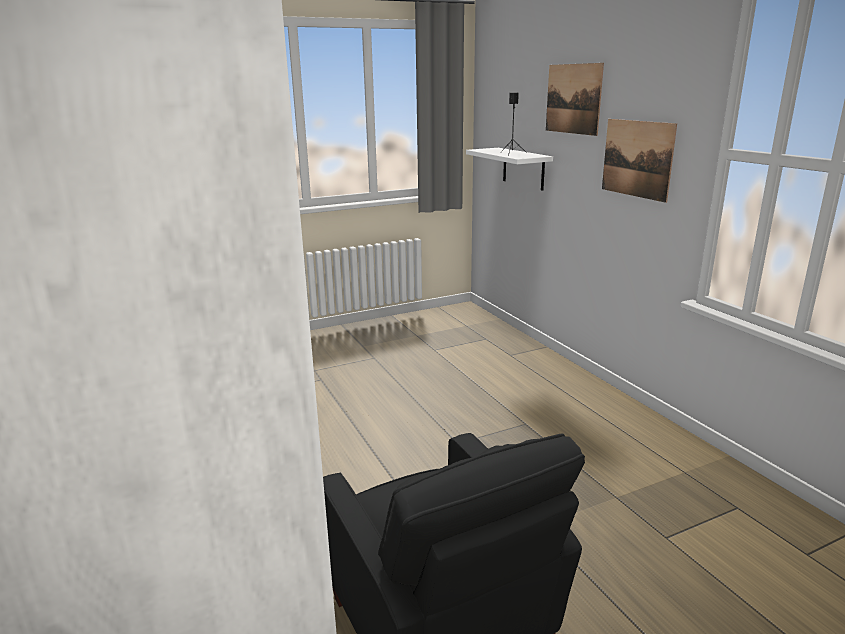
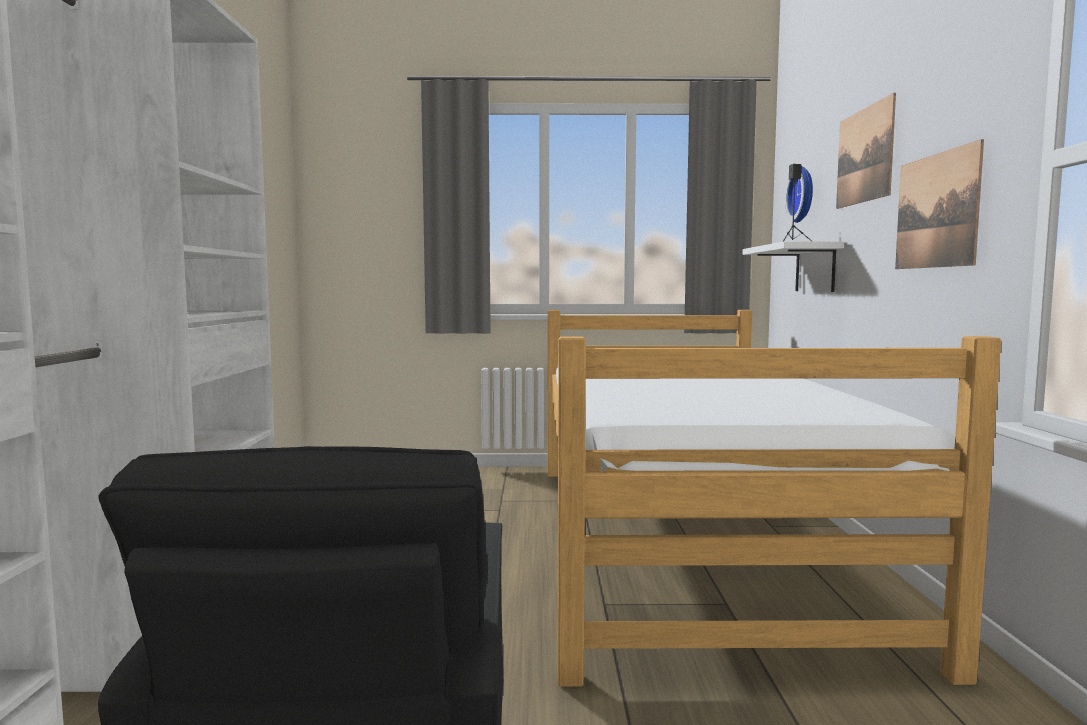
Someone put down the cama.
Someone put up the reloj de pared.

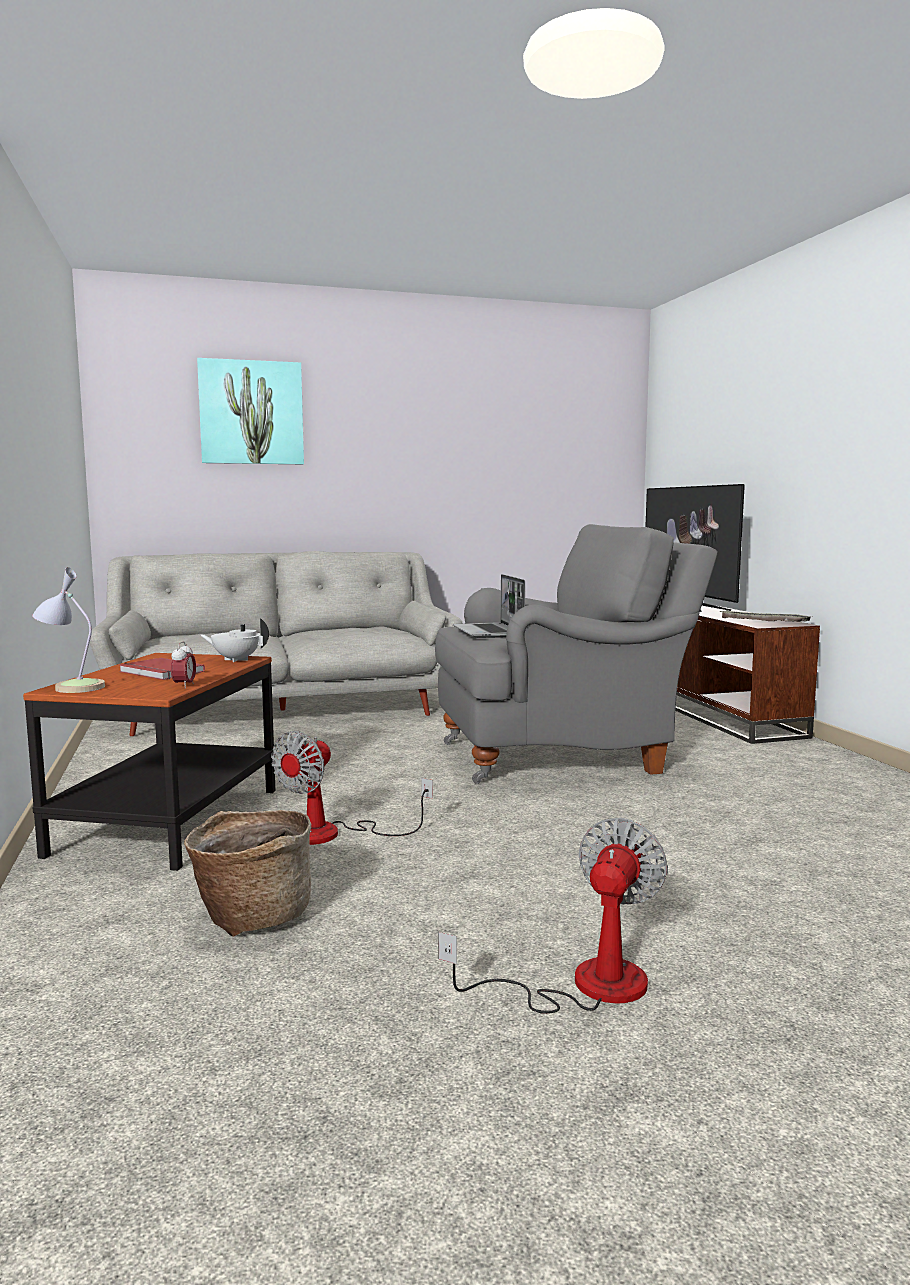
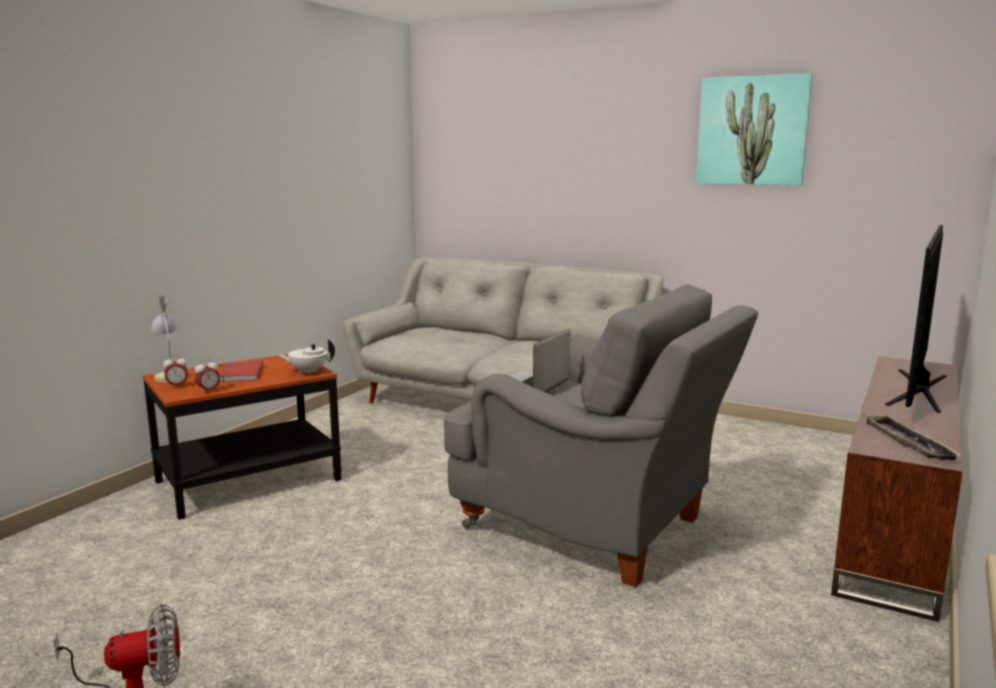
Someone took away the cesta.
Someone carried the cuadro.
Someone rotated the tetera (blanco) by 60 degrees counterclockwise.
Someone took away the ventilador (1st from left).
Someone put down the despertador (1st from left).

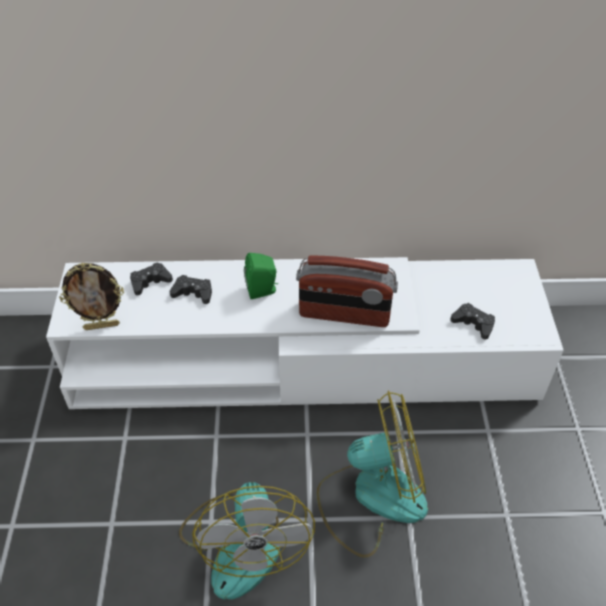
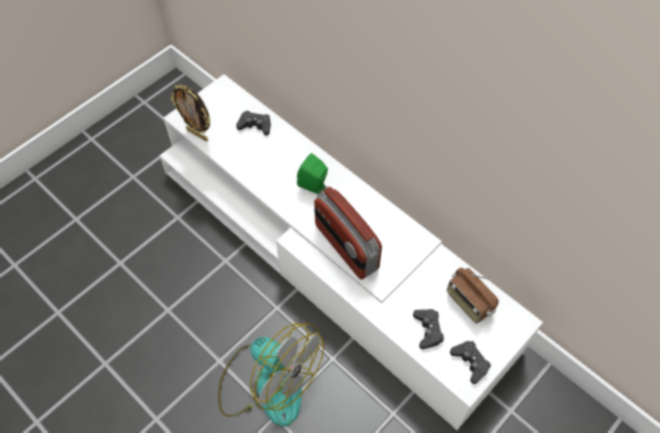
Someone carried the mando de consola (negro) (2nd from left in the first image).
Someone took away the ventilador (1st from left).
Someone put down the radio (2nd from left).

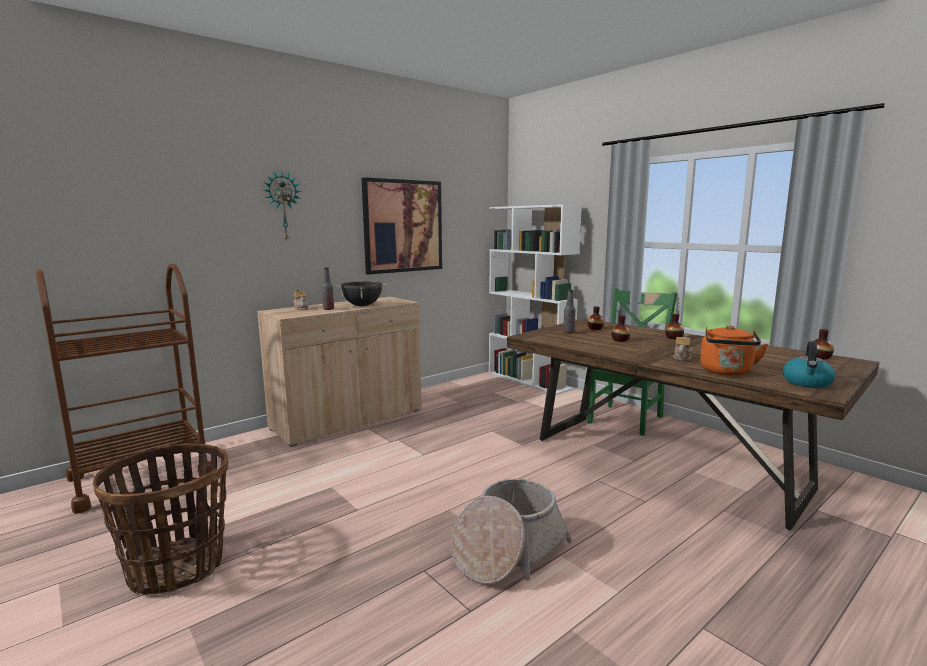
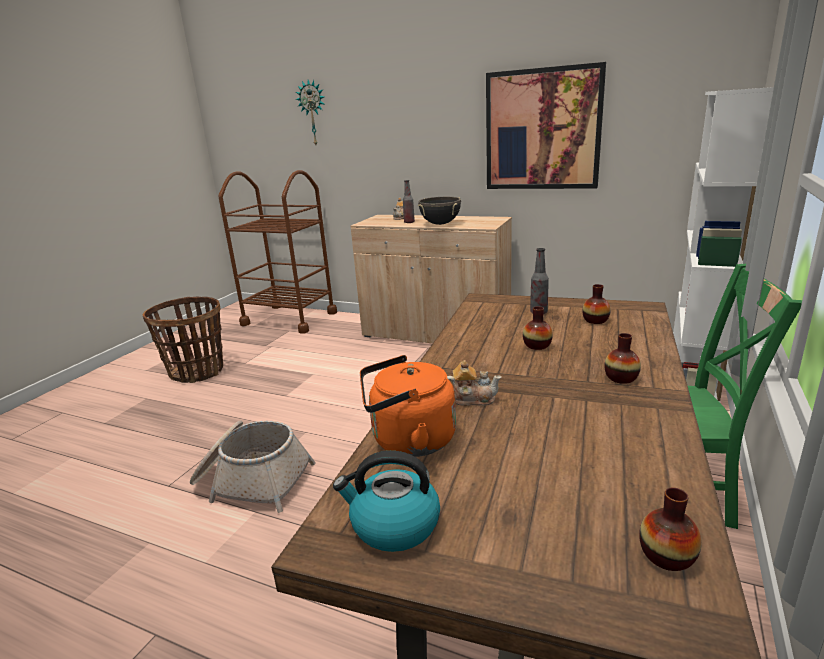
Someone carried the reloj de pared.

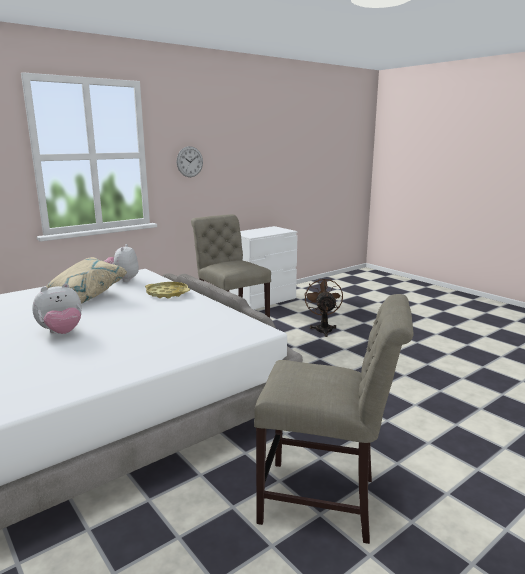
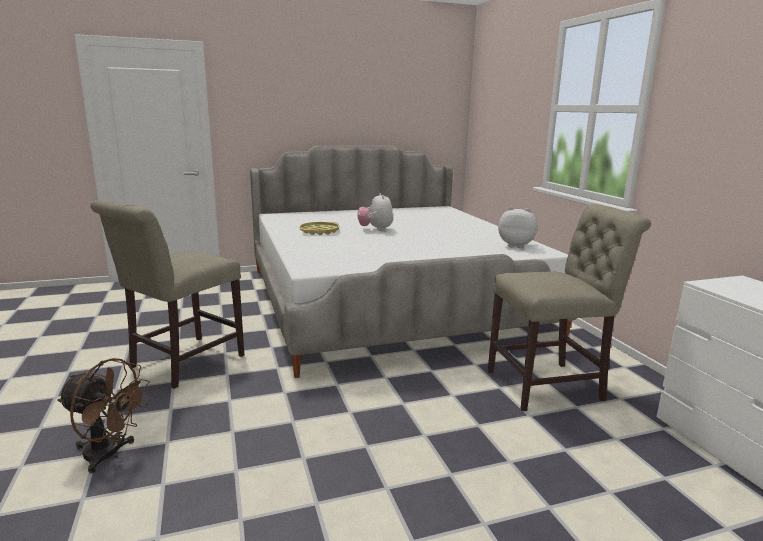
Someone took away the cojín (beis).
Someone carried the bandeja (amarillo).
Someone took away the reloj de pared.
Someone carried the ventilador (marrón).

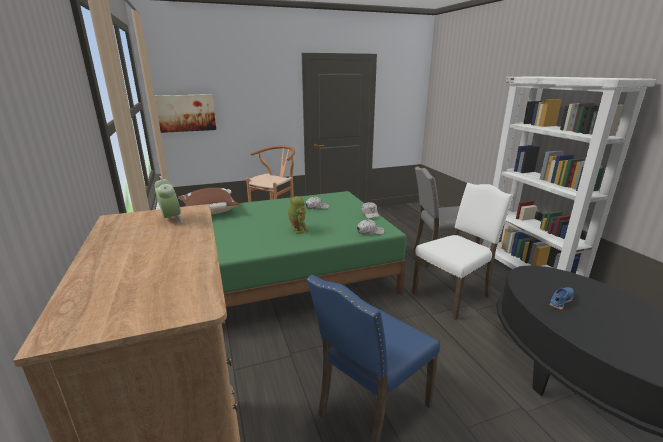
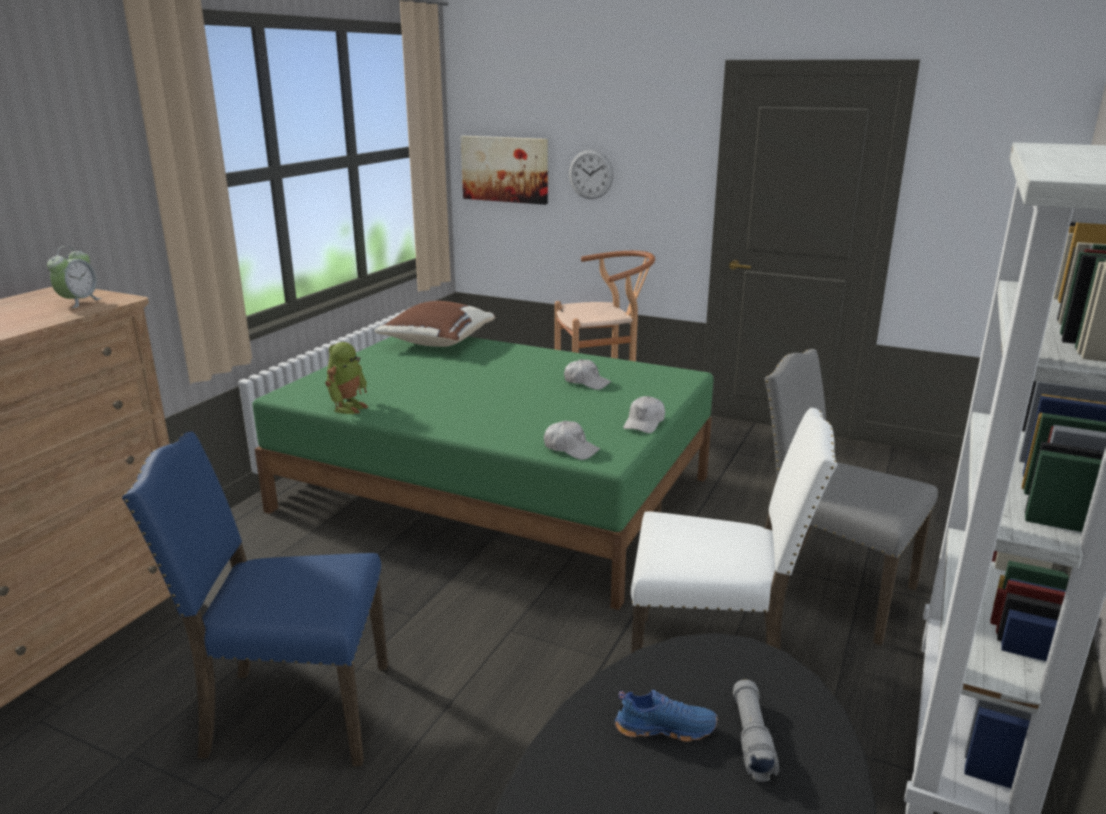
Someone carried the robot de juguete.
Someone put up the reloj de pared.
Someone put down the linterna (gris).

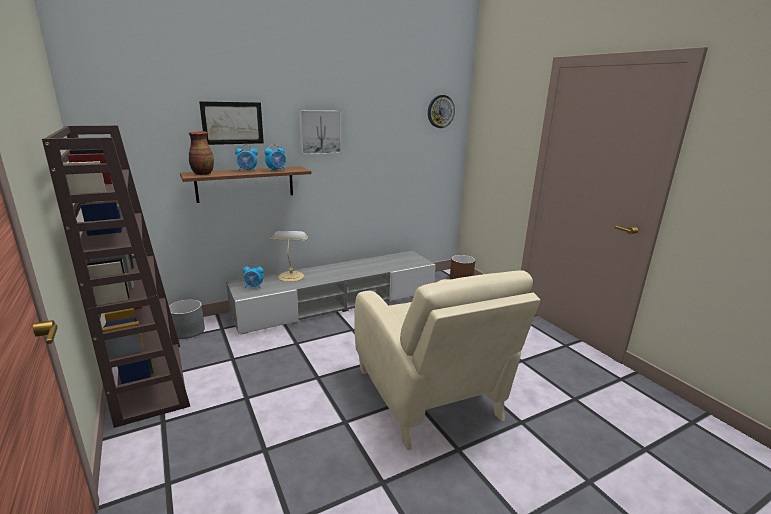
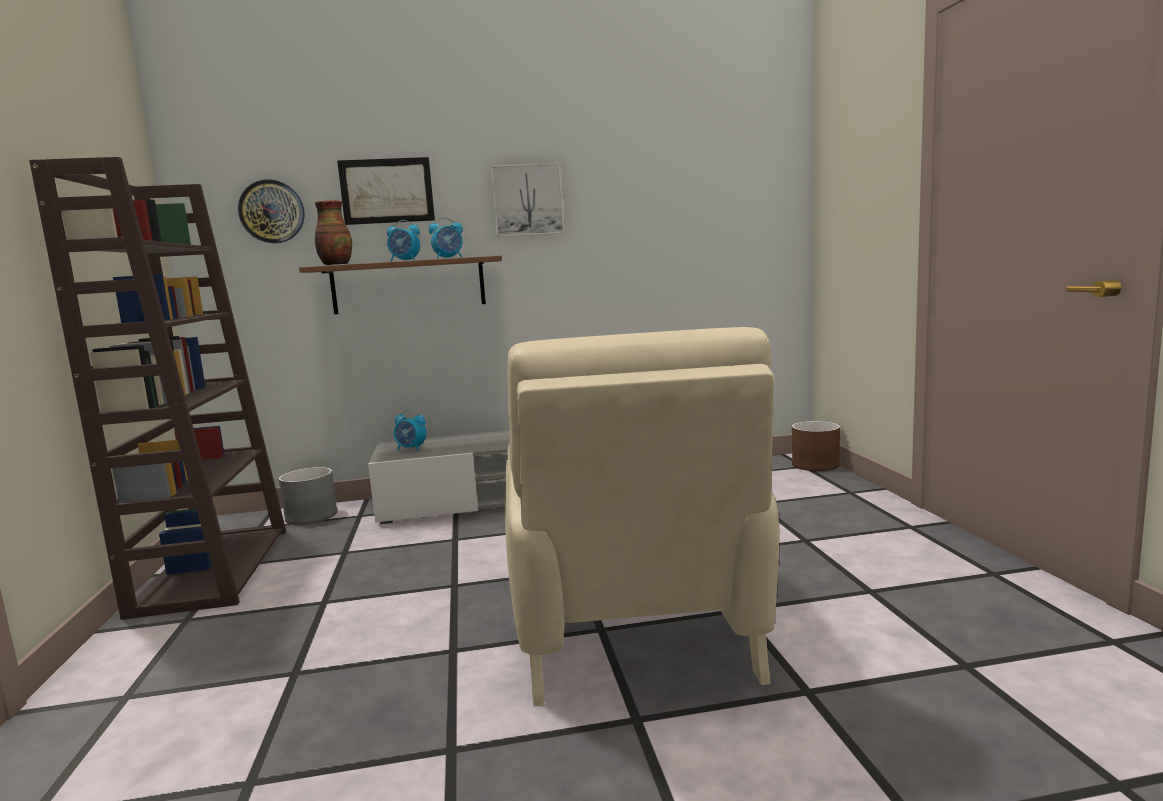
Someone took away the lámpara de mesa.
Someone carried the reloj de pared.

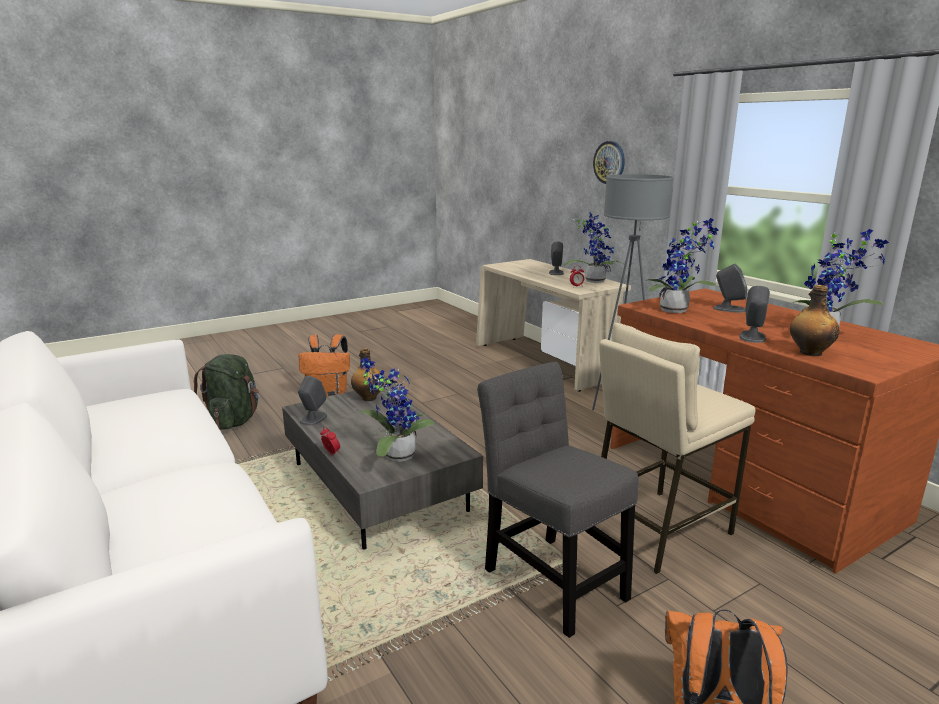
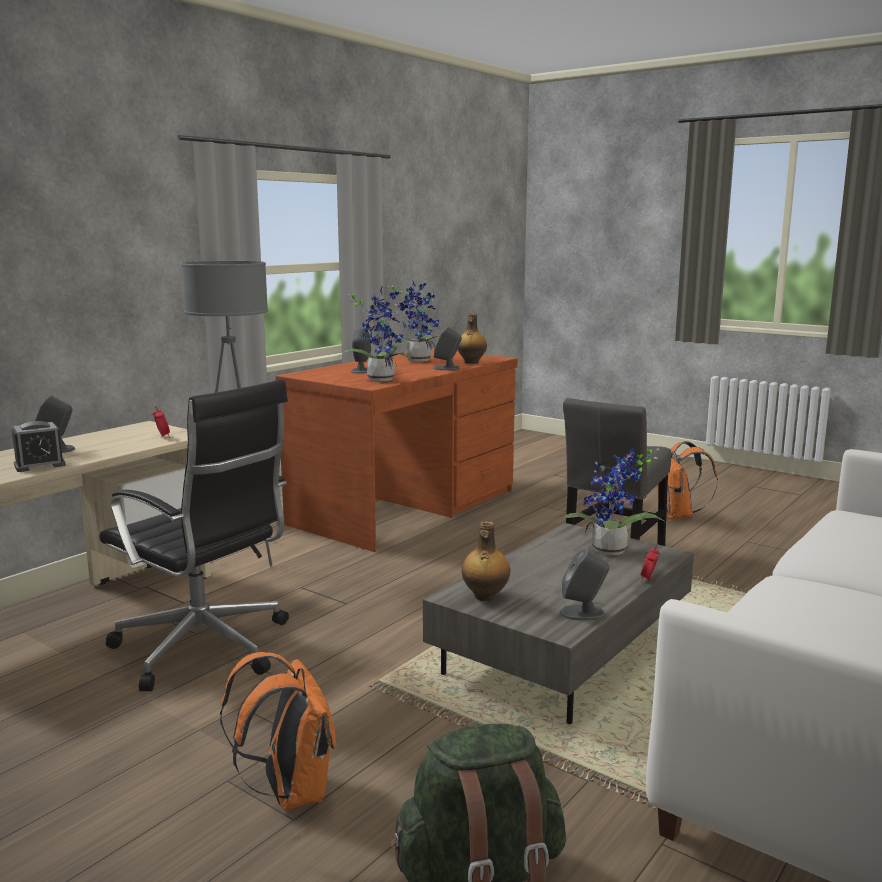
Someone took away the planta en maceta (2nd from left).
Someone took away the reloj de pared.
Someone took away the taburete (beis).
Someone put down the despertador (1st from left).
Someone put down the silla de oficina (negro).

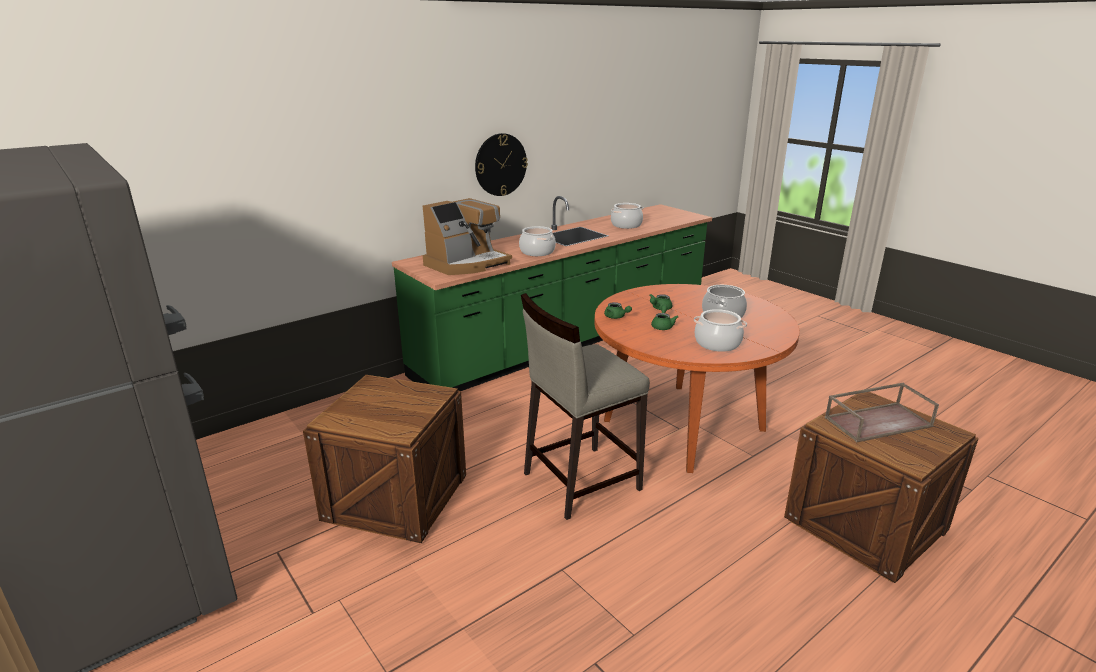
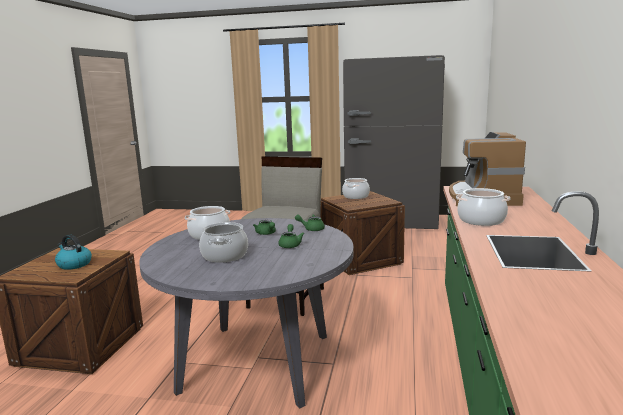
Someone took away the reloj de pared.
Someone repainted the mesa de comedor (naranja), which became the mesa de comedor (gris).
Someone carried the olla (2nd from left in the first image).
Someone swapped the bandeja (marrón) for the hervidor.

